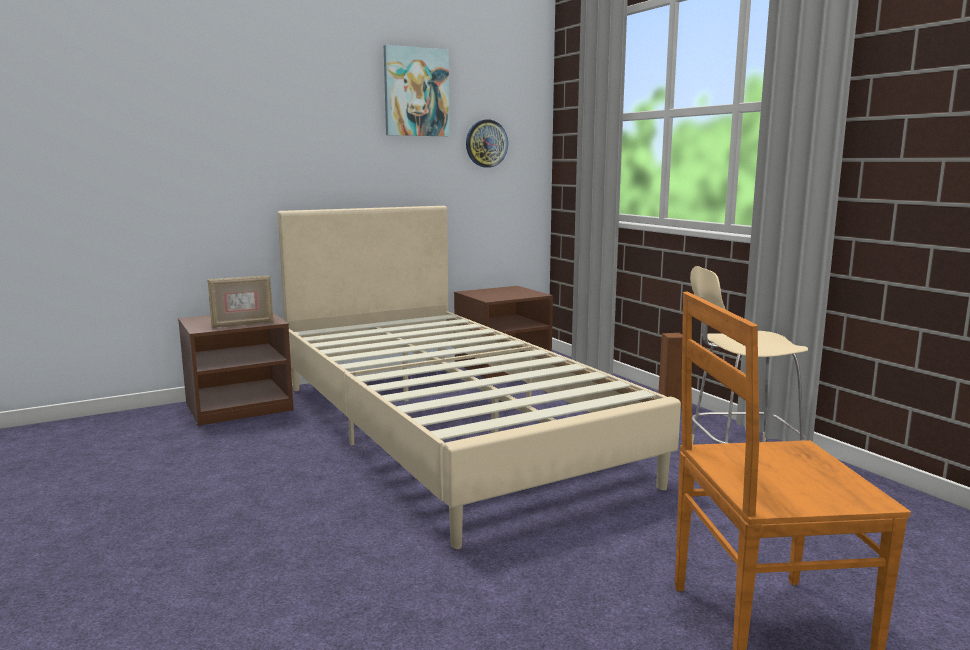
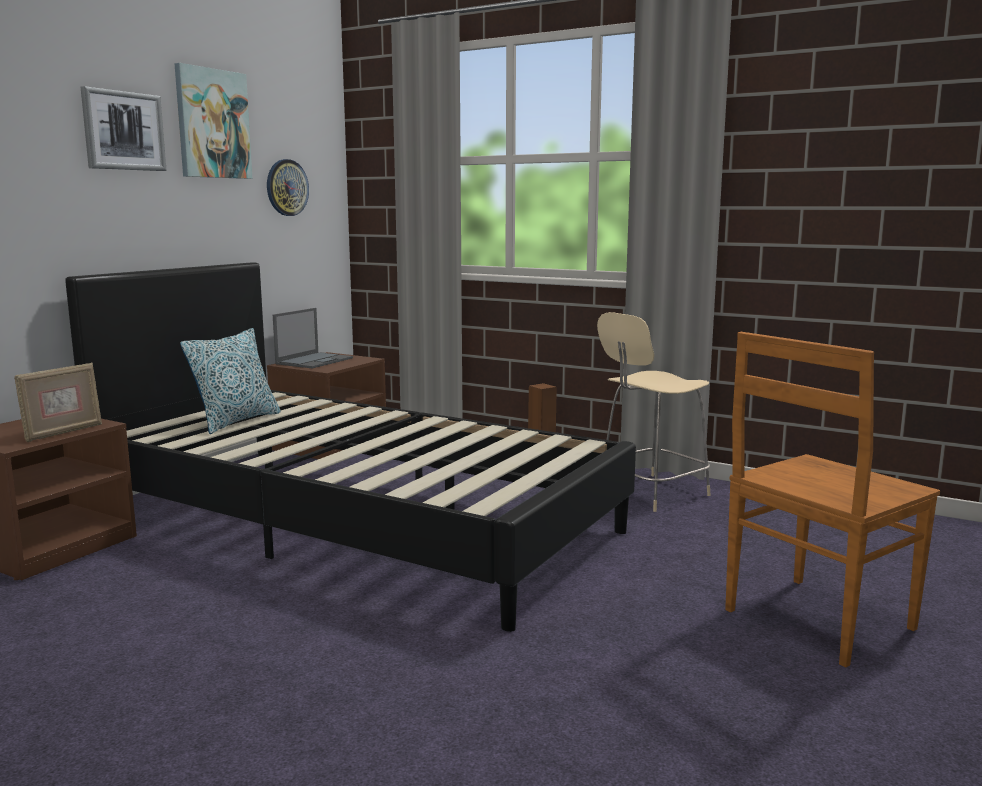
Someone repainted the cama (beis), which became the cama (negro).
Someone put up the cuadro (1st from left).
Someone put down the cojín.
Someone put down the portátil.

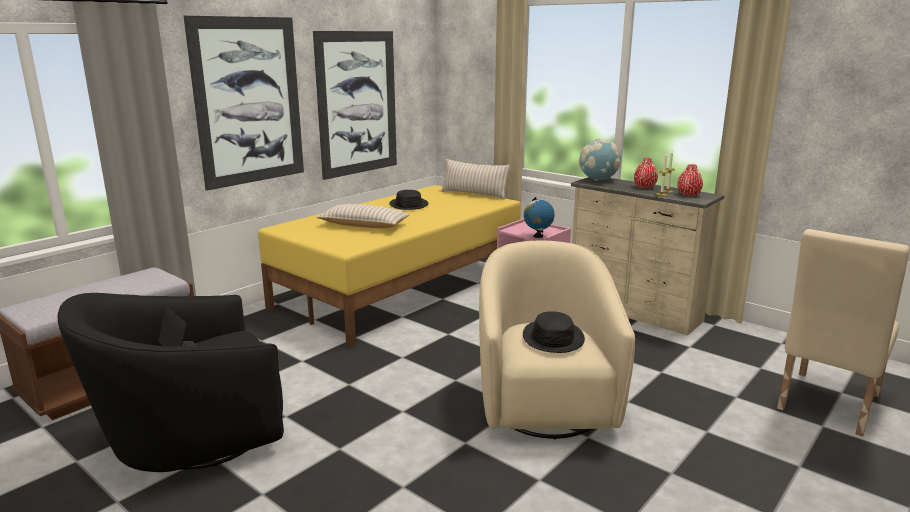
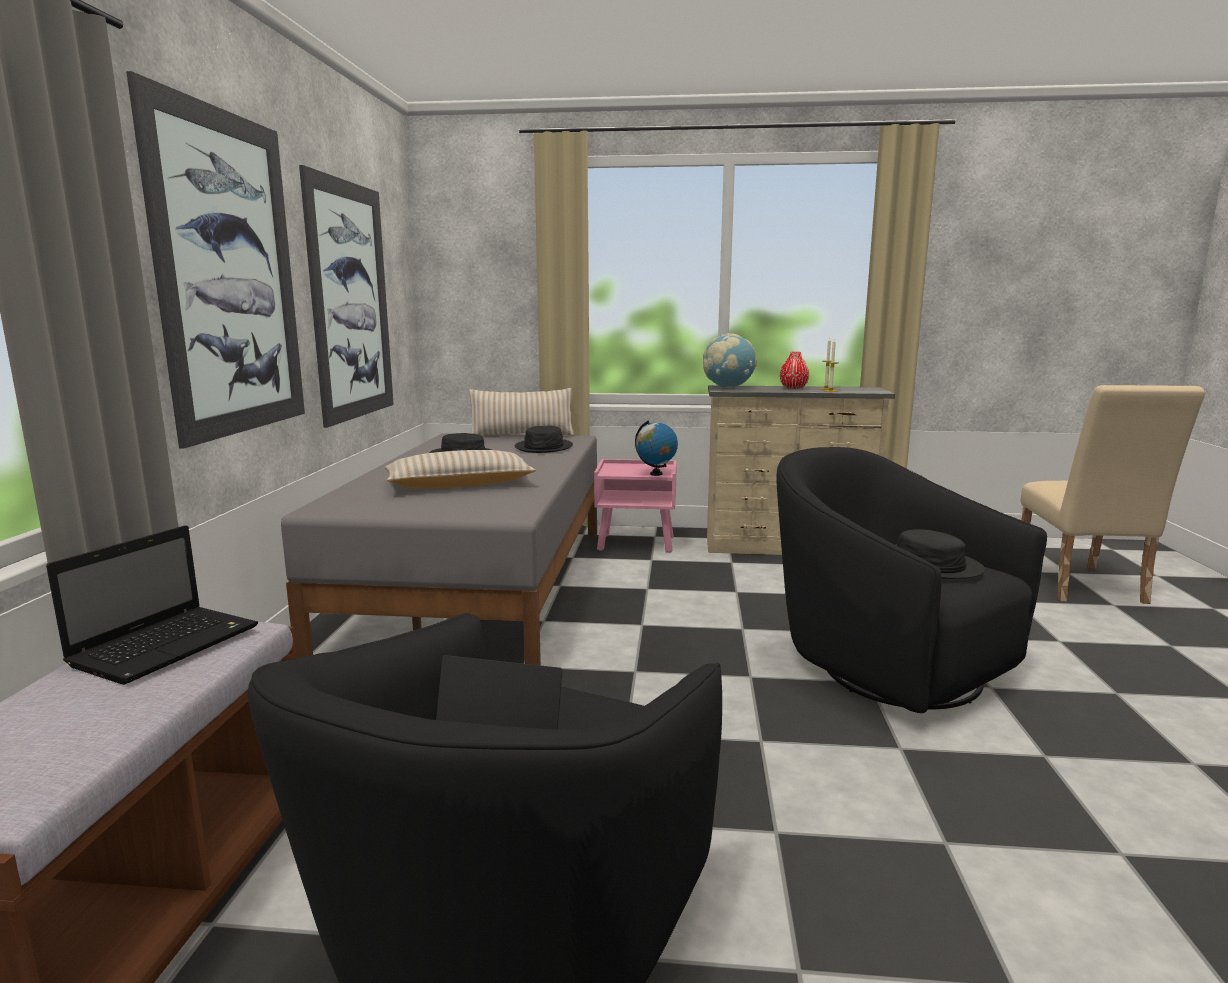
Someone repainted the cama (amarillo), which became the cama (gris).
Someone repainted the sillón (beis), which became the sillón (negro) (2nd from left).
Someone took away the florero (rojo) (2nd from left).
Someone put down the portátil (1st from left).
Someone put down the sombrero (negro) (2nd from left).

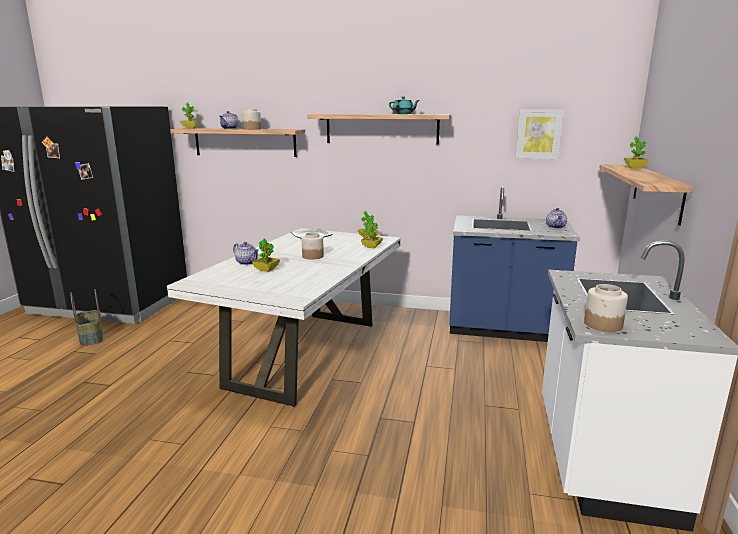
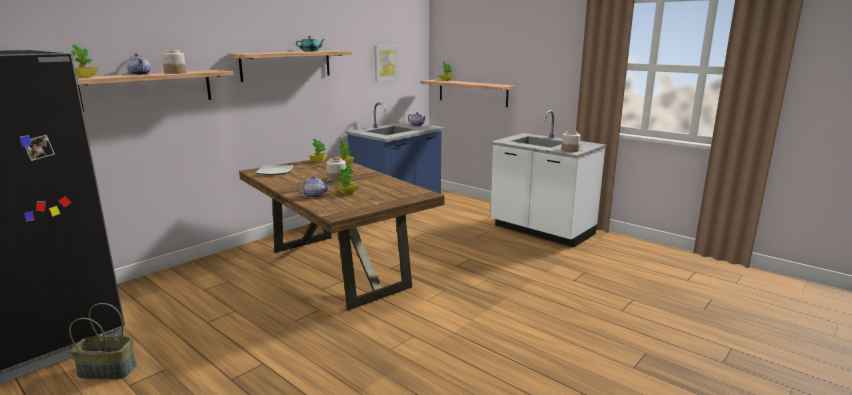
Someone repainted the mesa de comedor (blanco), which became the mesa de comedor (marrón).

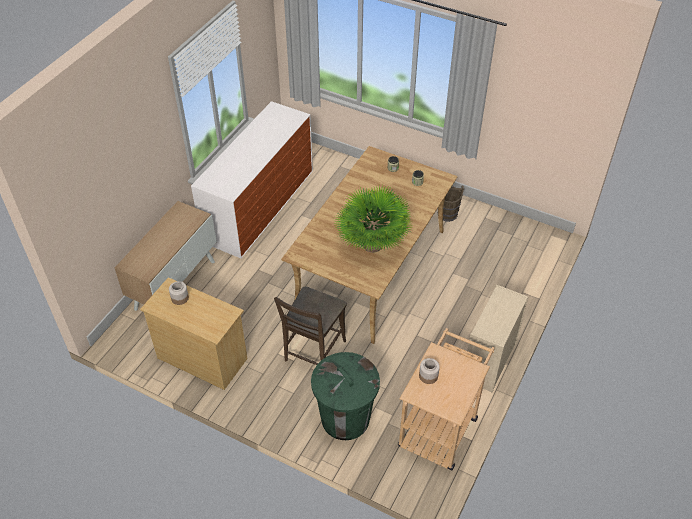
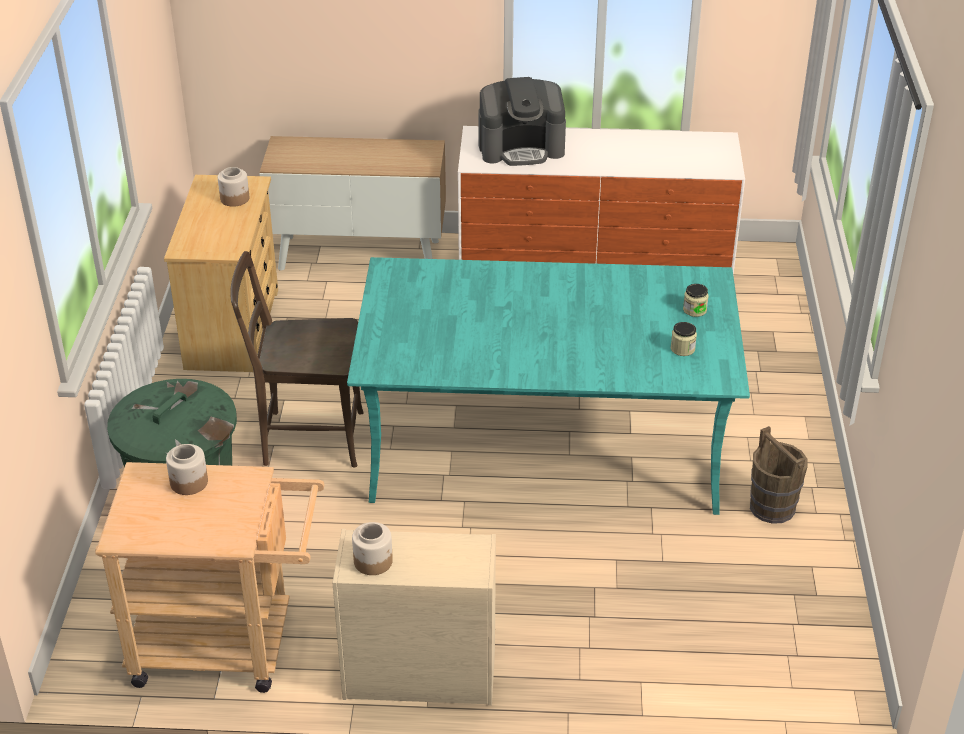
Someone repainted the mesa de comedor (beis), which became the mesa de comedor (turquesa).
Someone took away the planta en maceta.
Someone put down the tarro (3rd from left).
Someone put down the cafetera.

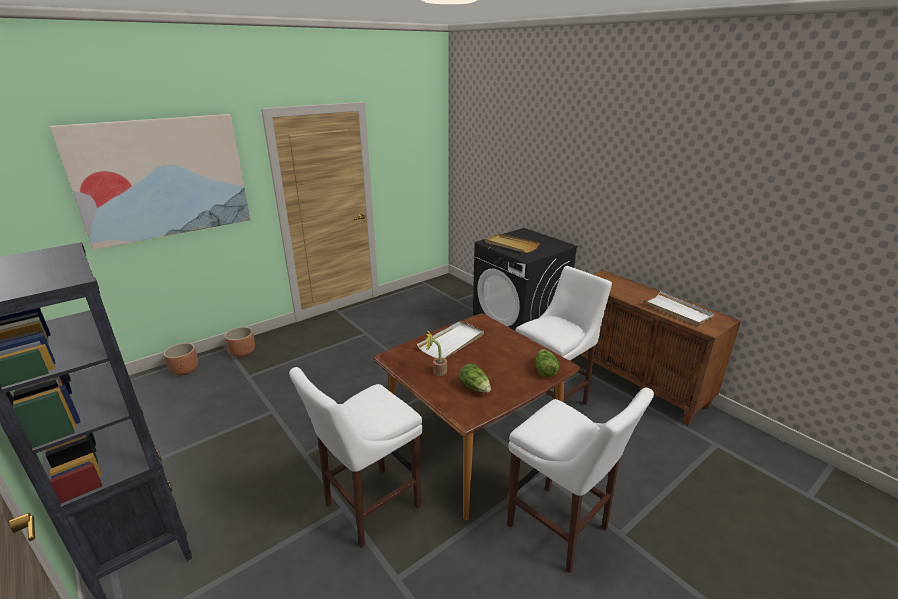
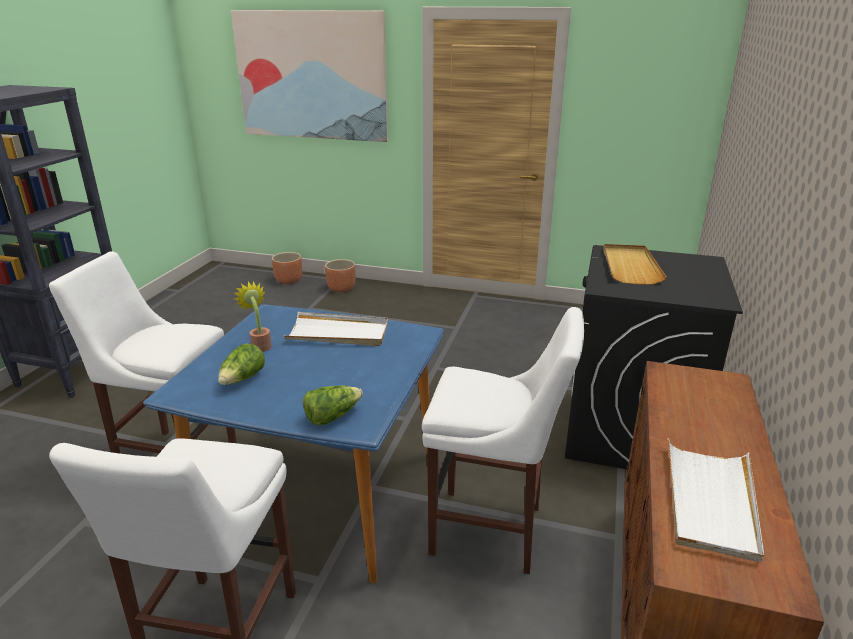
Someone repainted the mesa de comedor (marrón), which became the mesa de comedor (azul).

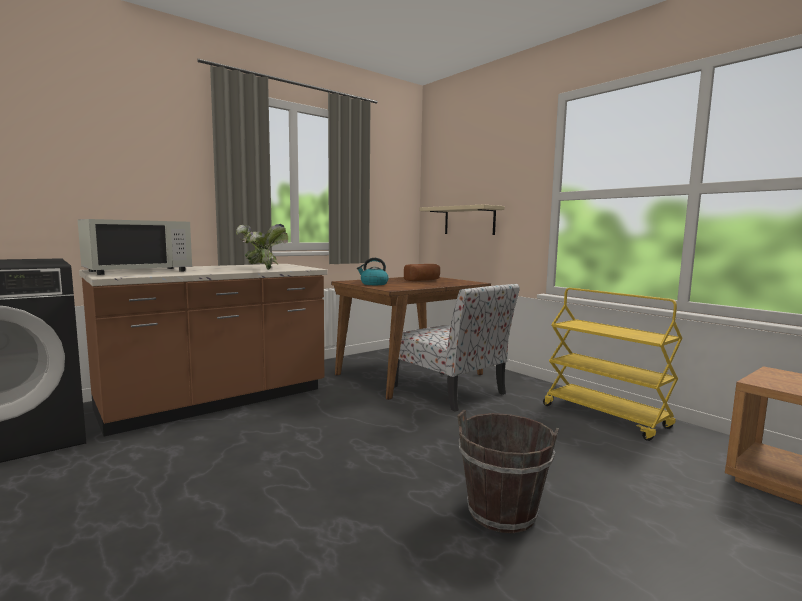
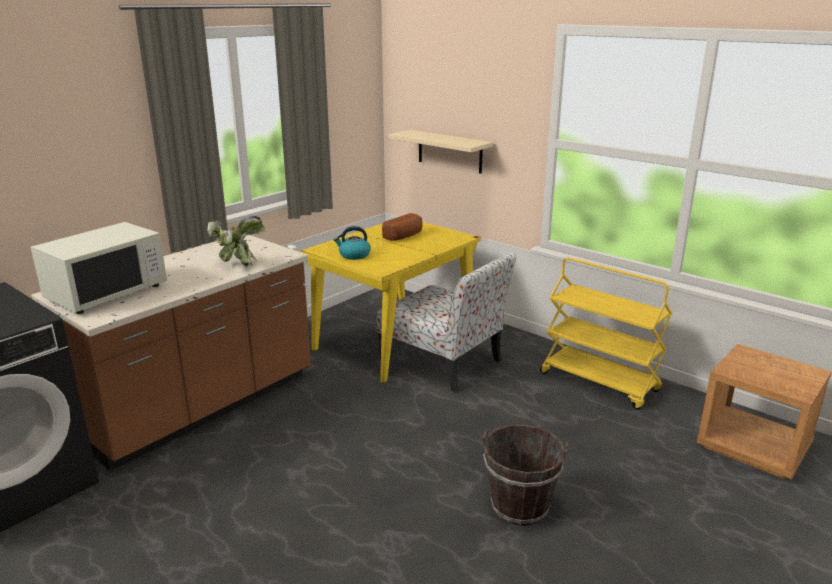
Someone repainted the mesa de comedor (marrón), which became the mesa de comedor (amarillo).

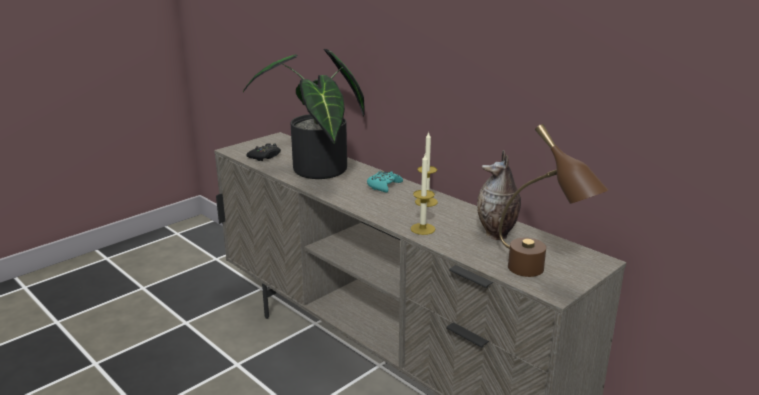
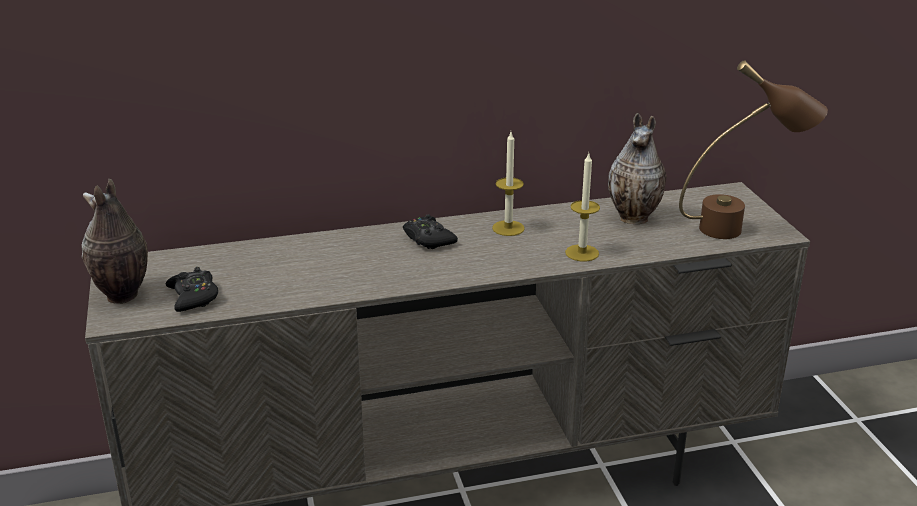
Someone took away the planta en maceta.
Someone repainted the mando de consola (turquesa), which became the mando de consola (negro) (2nd from left).
Someone put down the florero (1st from left).

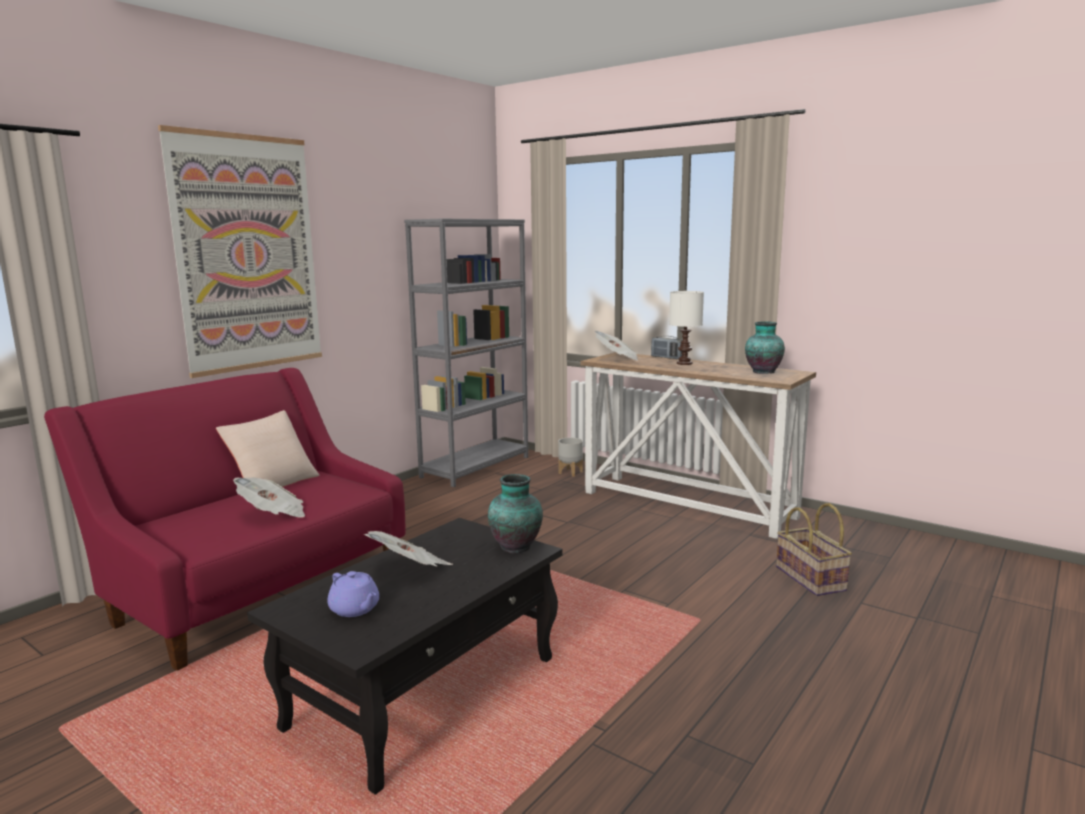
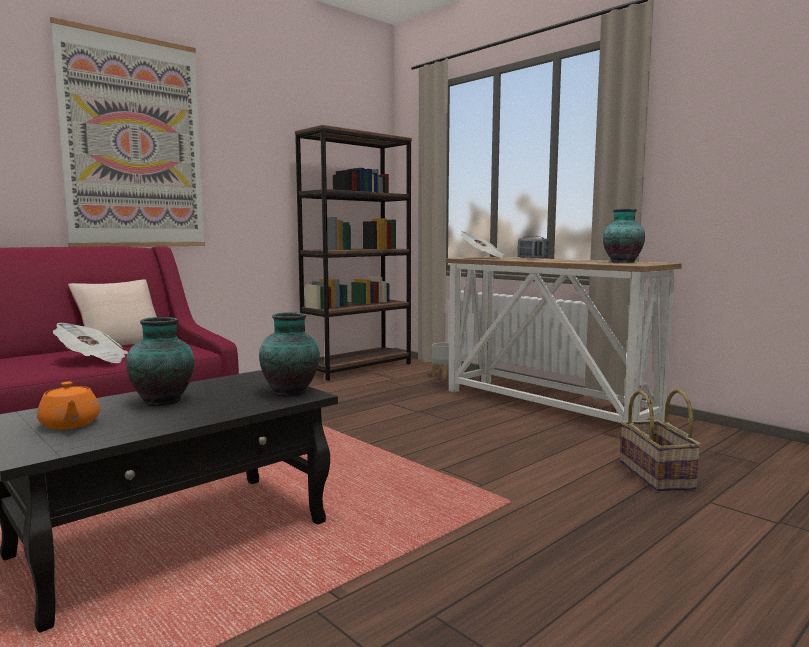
Someone repainted the tetera (morado), which became the tetera (naranja).
Someone swapped the periódico (2nd from left) for the florero (1st from left).
Someone repainted the estantería (gris), which became the estantería (marrón).
Someone took away the lámpara de mesa (blanco).

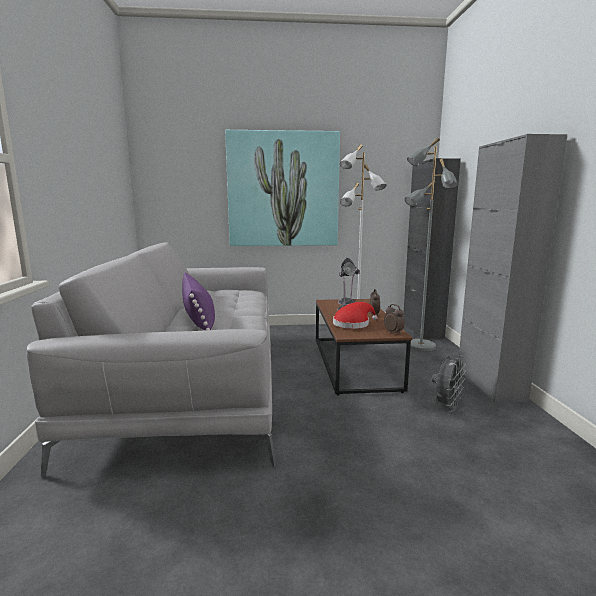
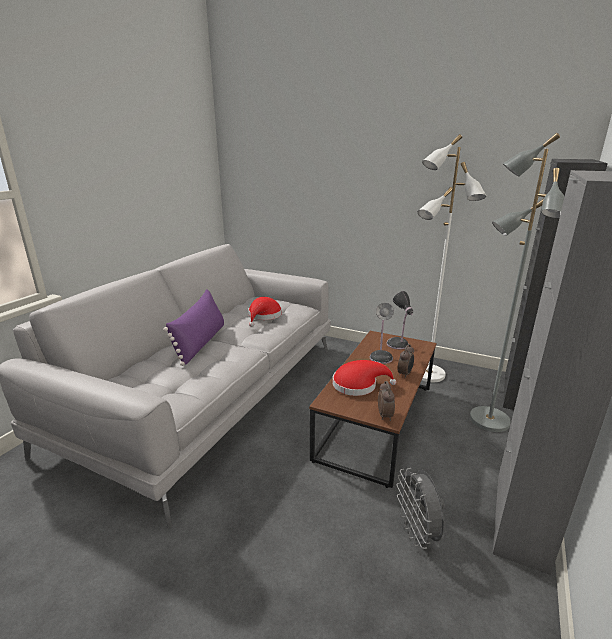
Someone took away the cuadro.
Someone rotated the ventilador (gris) by 105 degrees clockwise.
Someone put down the sombrero (rojo) (1st from left).

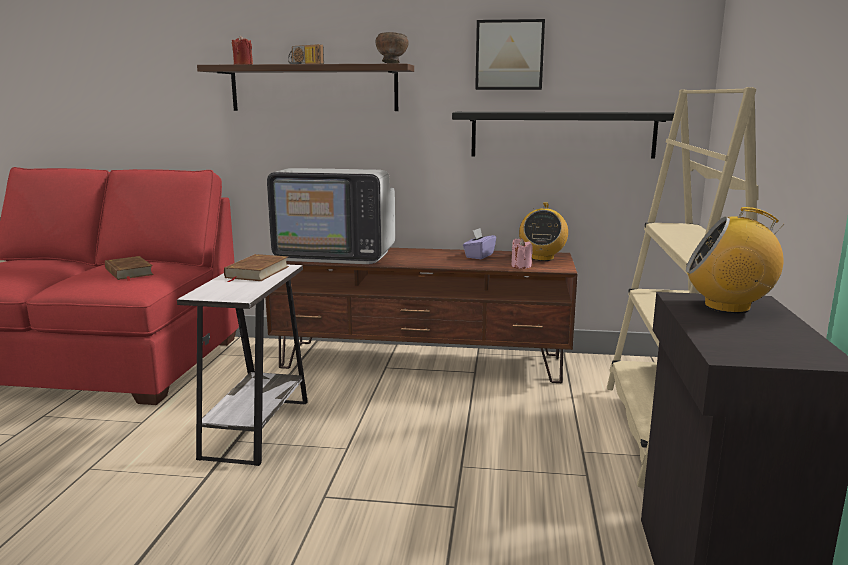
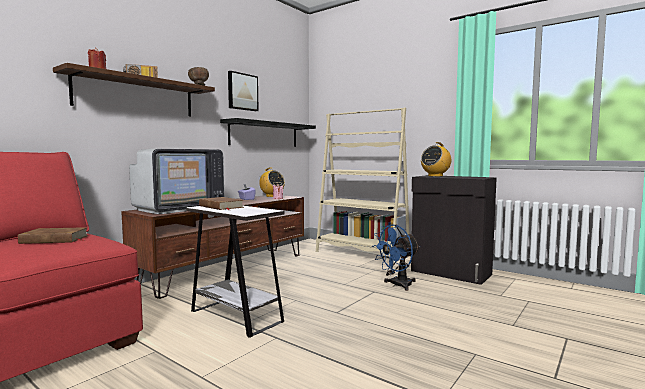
Someone put down the ventilador (azul).

